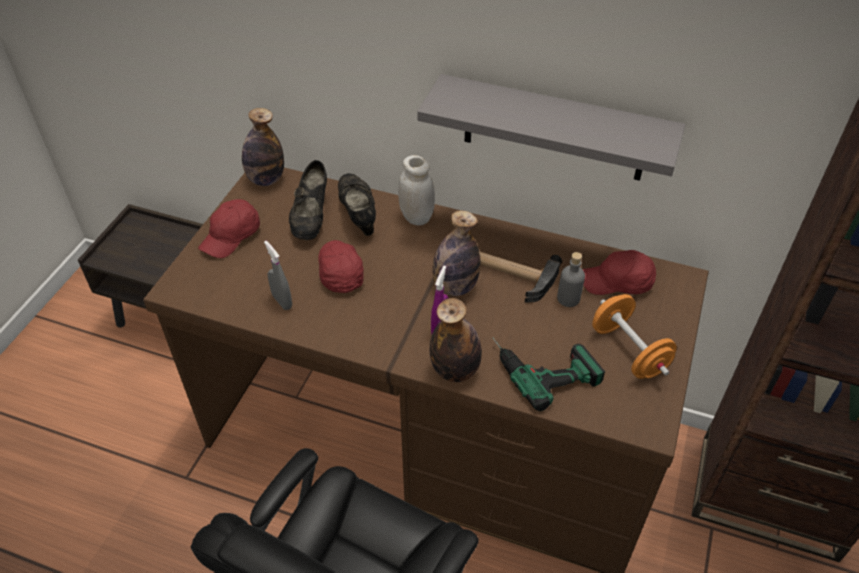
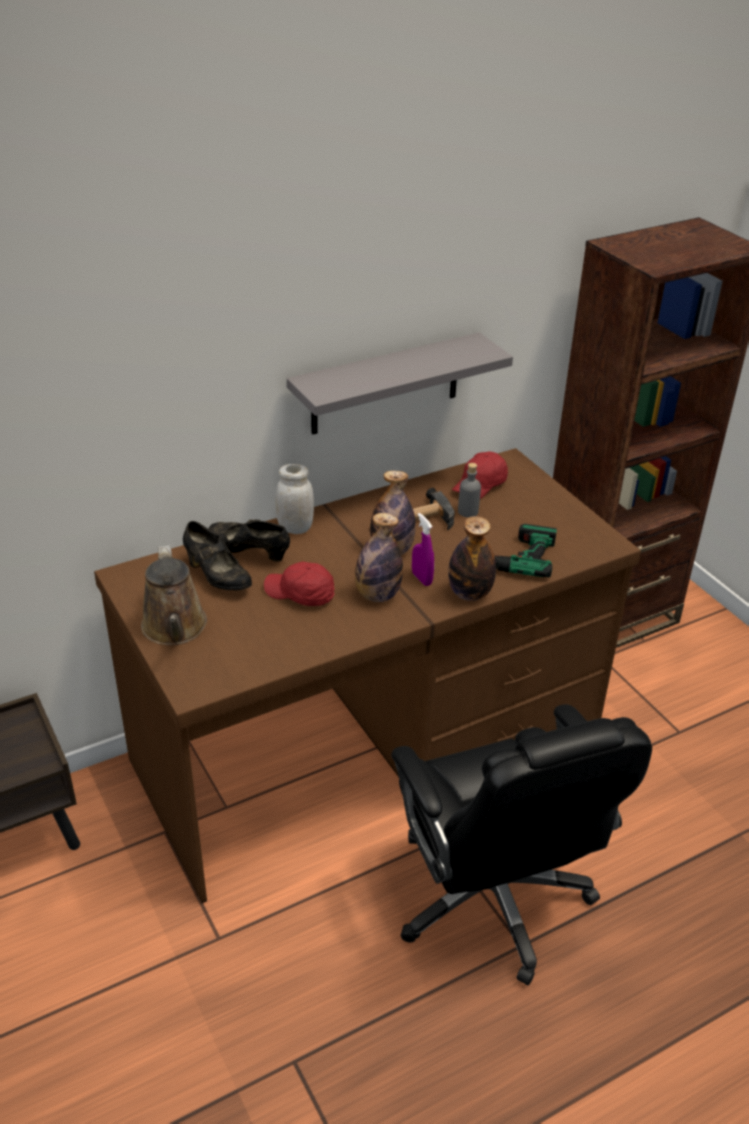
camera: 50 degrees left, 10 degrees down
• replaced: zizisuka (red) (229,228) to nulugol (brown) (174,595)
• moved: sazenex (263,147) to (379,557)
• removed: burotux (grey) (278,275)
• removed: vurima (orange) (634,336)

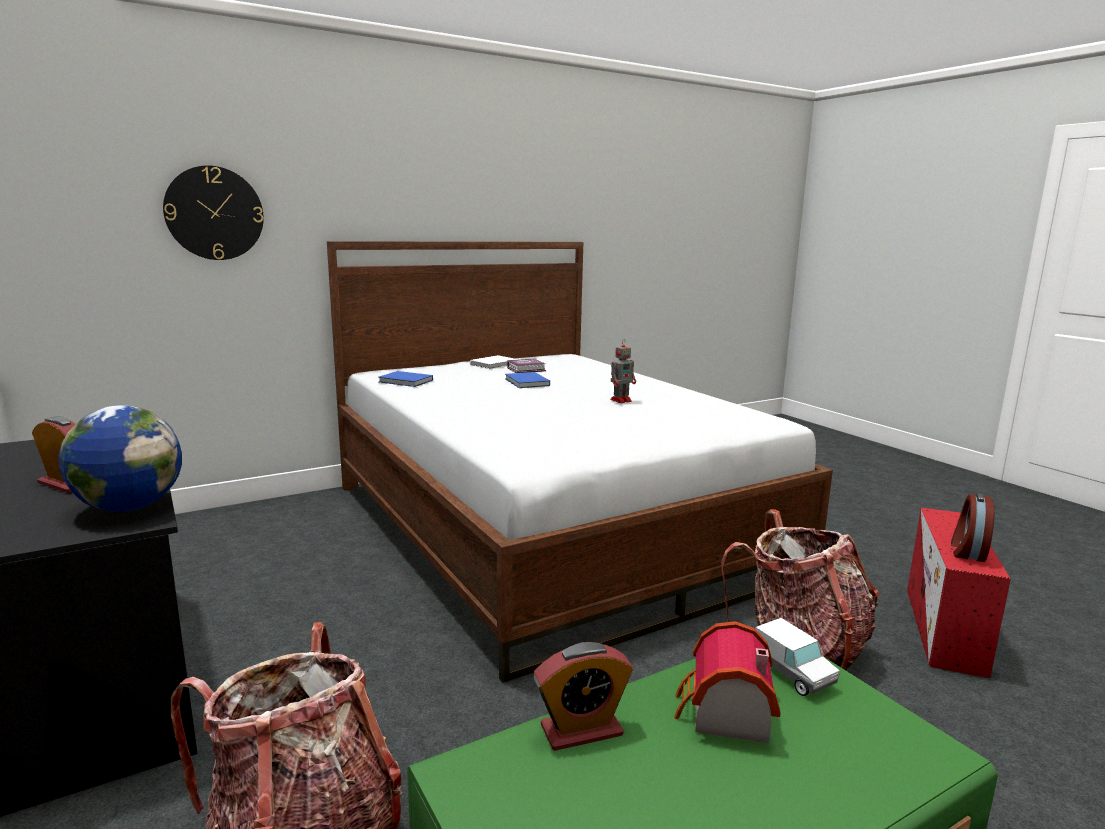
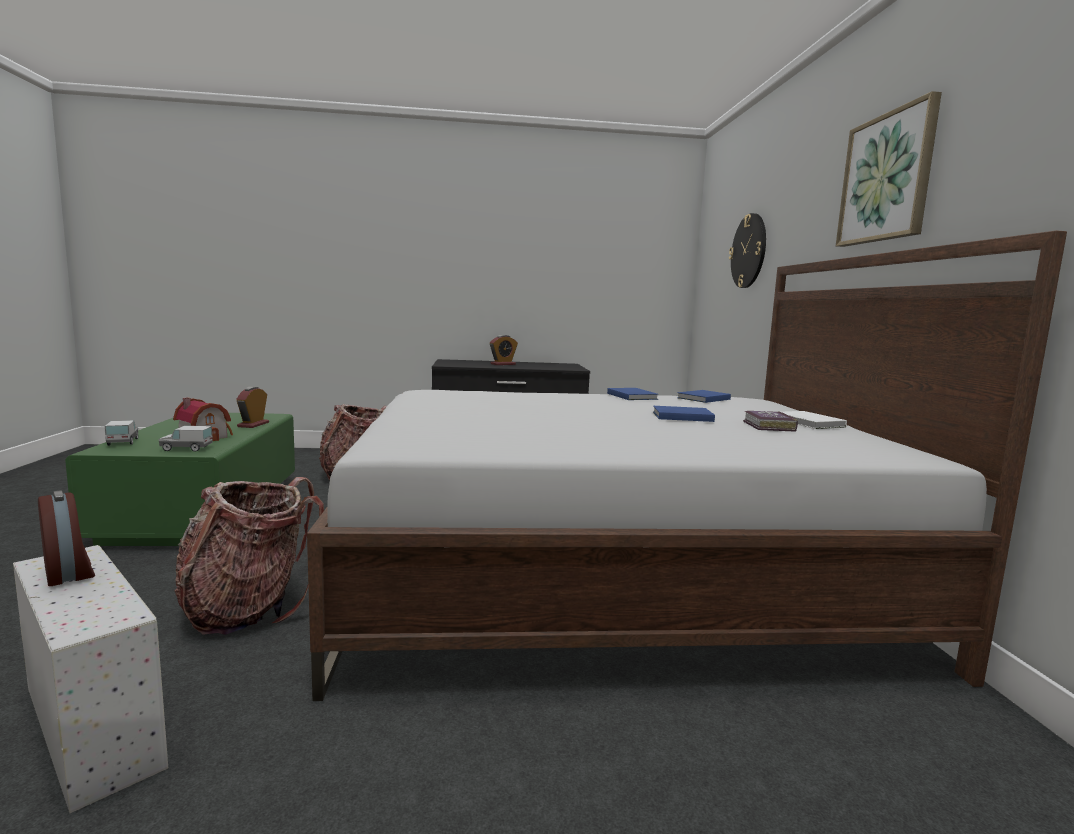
camera: 115 degrees right, 5 degrees down
• removed: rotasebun (120,458)
• removed: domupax (623,371)
• recoloured: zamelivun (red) (959,593) to zamelivun (white) (90,679)
• added: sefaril (121,433)
• added: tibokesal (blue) (633,394)
• added: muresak (889,169)

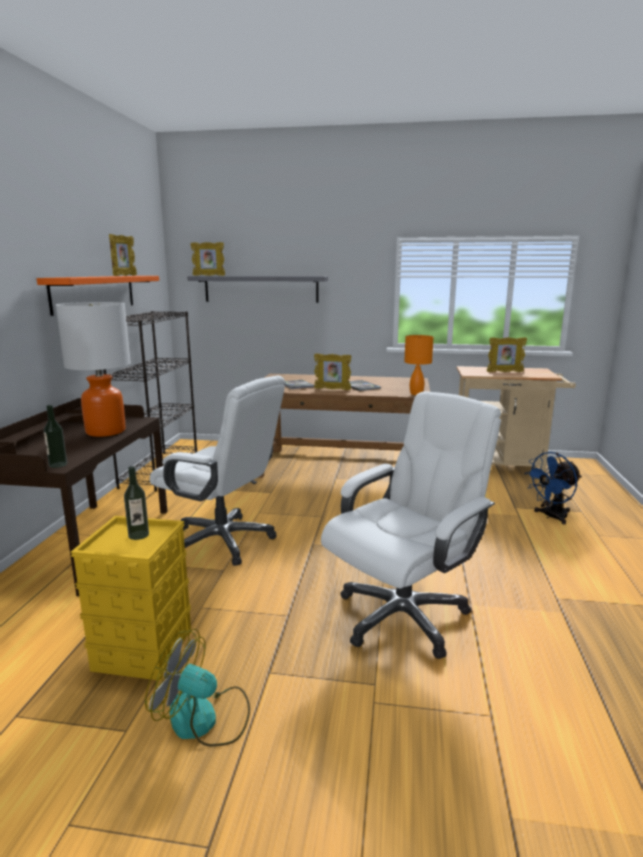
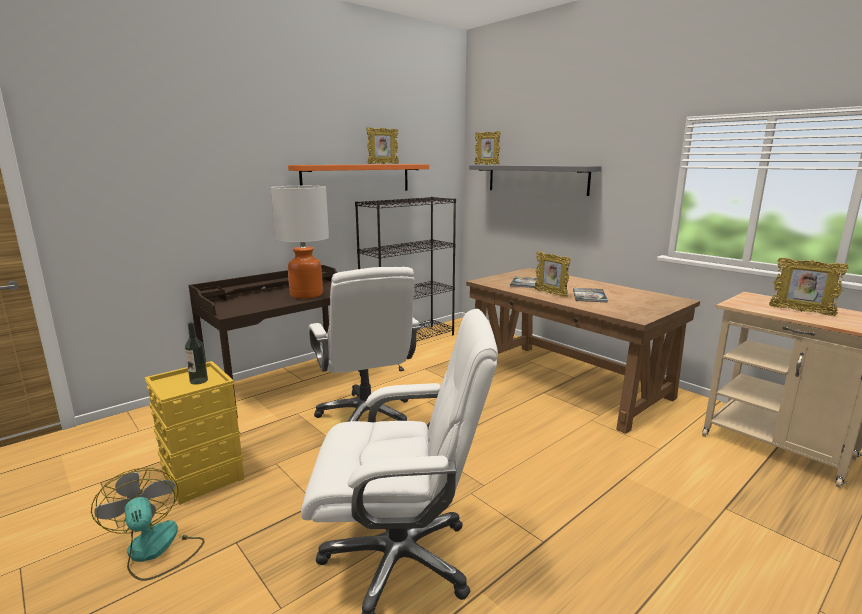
camera: 40 degrees right, 0 degrees up
• removed: sazenex (55,436)
• removed: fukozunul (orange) (419,365)
• removed: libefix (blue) (552,488)

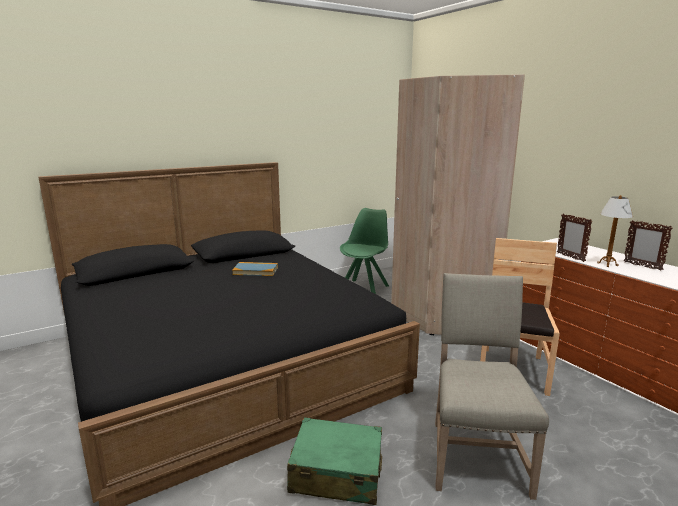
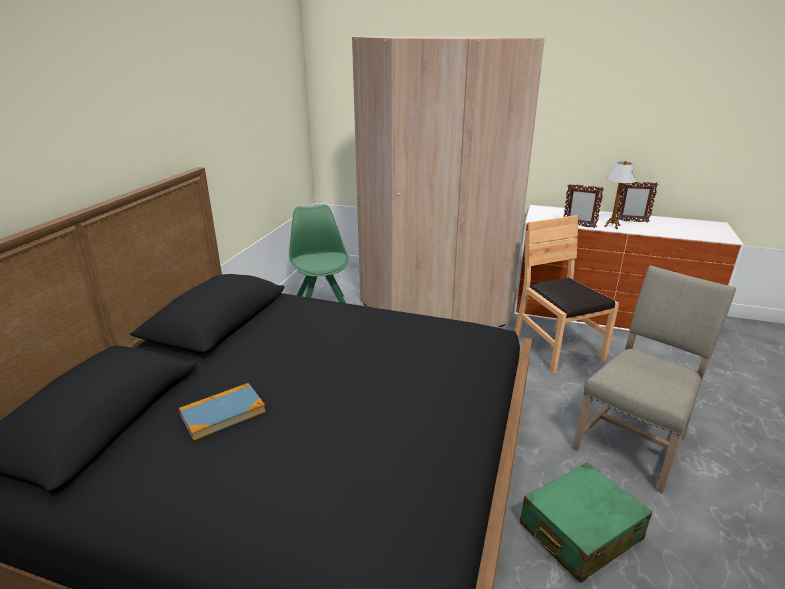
camera: 40 degrees left, 10 degrees up
• moved: tibokesal (255,269) to (222,411)
• turned: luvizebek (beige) (492,386) = (654,379) 75 degrees clockwise

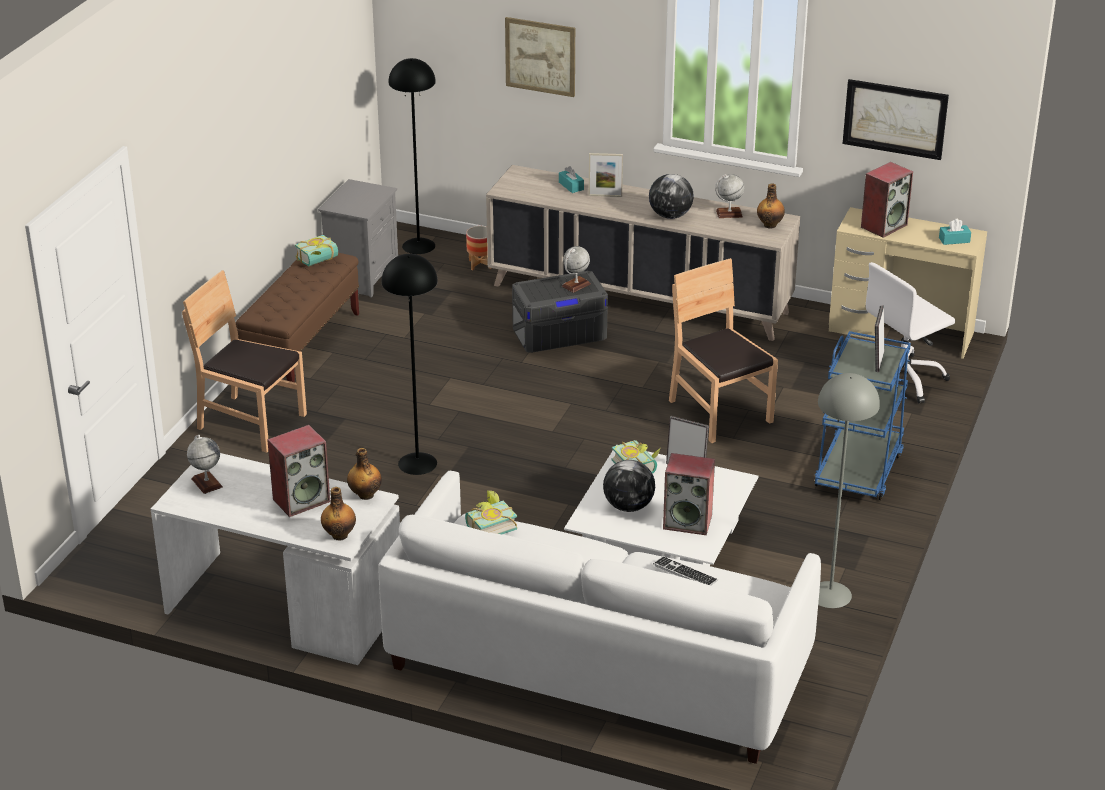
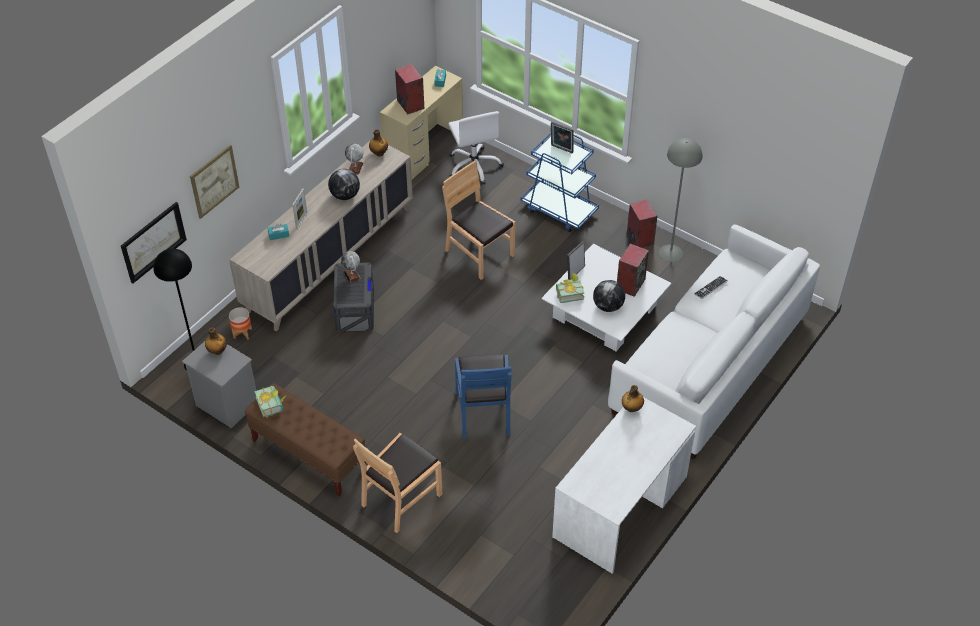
camera: 75 degrees left, 15 degrees up
• removed: rotasebun (205,464)
• moved: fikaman (298,471) to (642,223)
• moved: sazenex (338,514) to (216,341)
• replaced: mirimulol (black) (410,364) to luvizebek (blue) (483,396)
• removed: tibokesal (491,512)
• turned: luvizebek (brown) (723,350) = (479,220) 60 degrees clockwise
• moved: muresak (896,119) to (154,242)

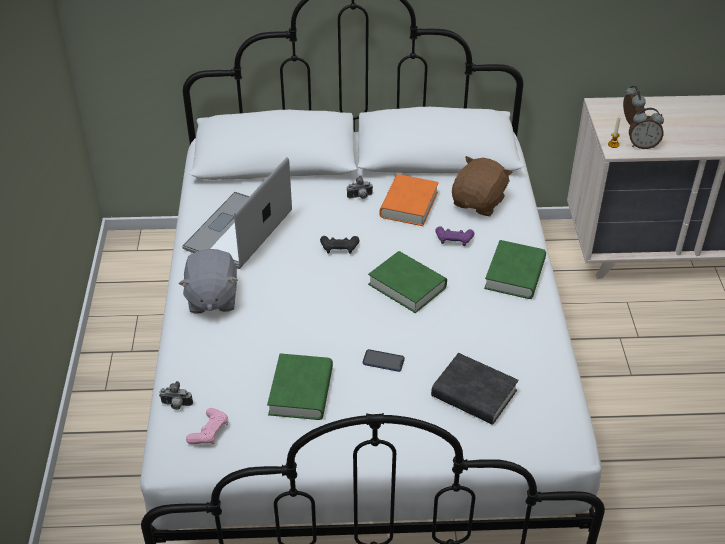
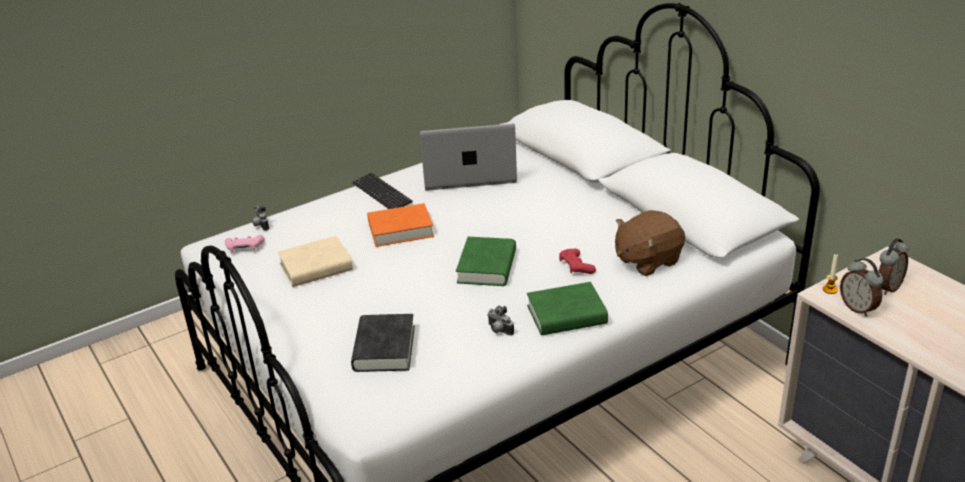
camera: 60 degrees right, 10 degrees down
• replaced: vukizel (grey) (208,281) to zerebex (382,191)
• recoloured: tibokesal (green) (300,386) to tibokesal (beige) (315,261)
• removed: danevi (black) (339,245)
• moved: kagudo (360,187) to (500,321)
• removed: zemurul (383,360)
• moved: tibokesal (orange) (409,200) to (400,225)
• recoloured: danevi (purple) (454,236) to danevi (red) (577,261)
• turned: vukizel (brown) (482,186) = (650,243) 150 degrees clockwise

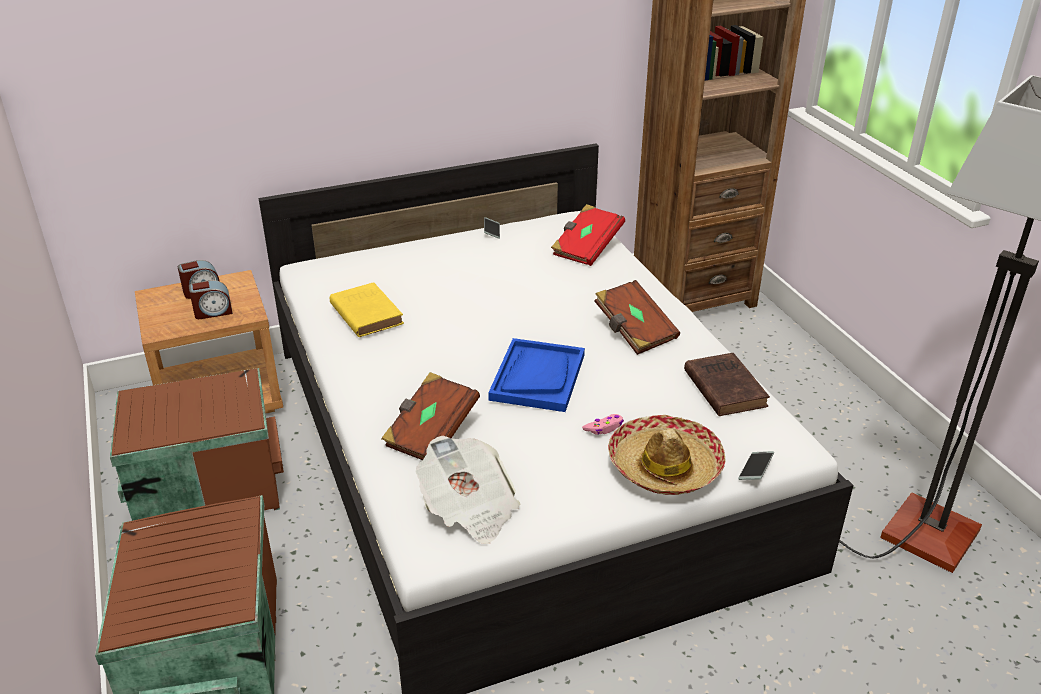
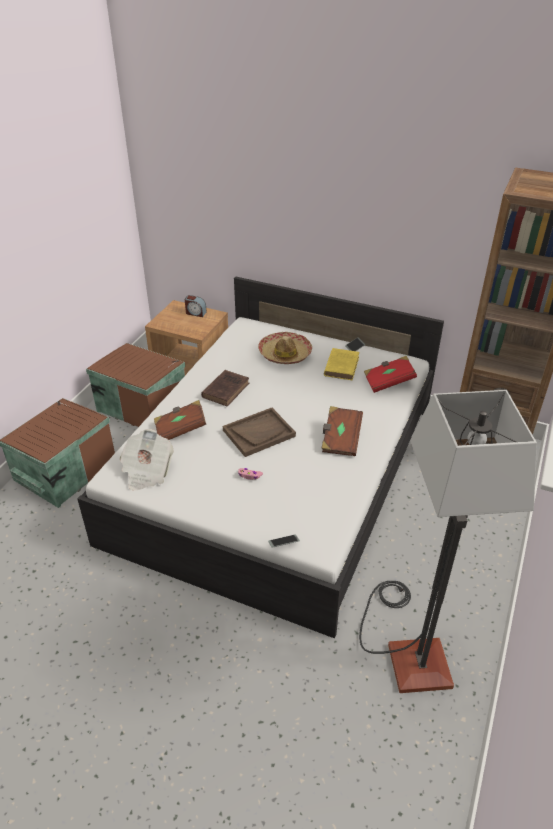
camera: 45 degrees right, 5 degrees up
• removed: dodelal (211,299)
• moved: tibokesal (yellow) (367,309) to (341,364)
• recoloured: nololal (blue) (536,375) to nololal (brown) (259,432)
• moved: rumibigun (667,455) to (285,348)
• moved: tibokesal (brown) (727,384) to (225,388)

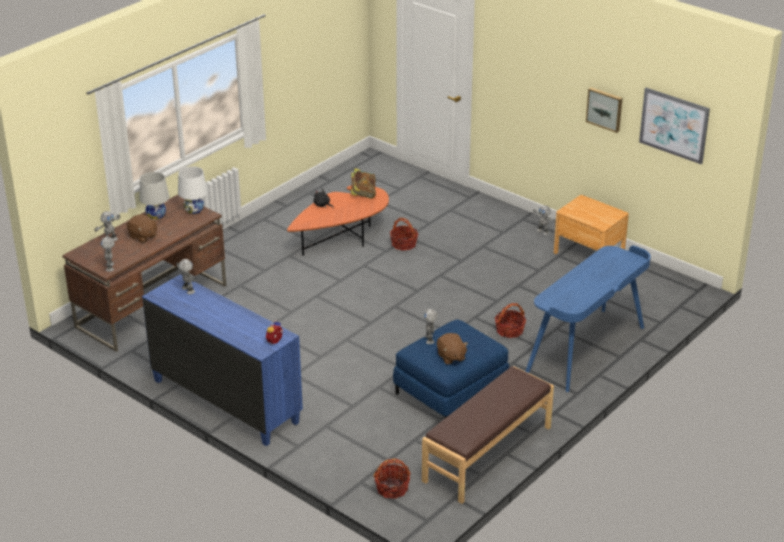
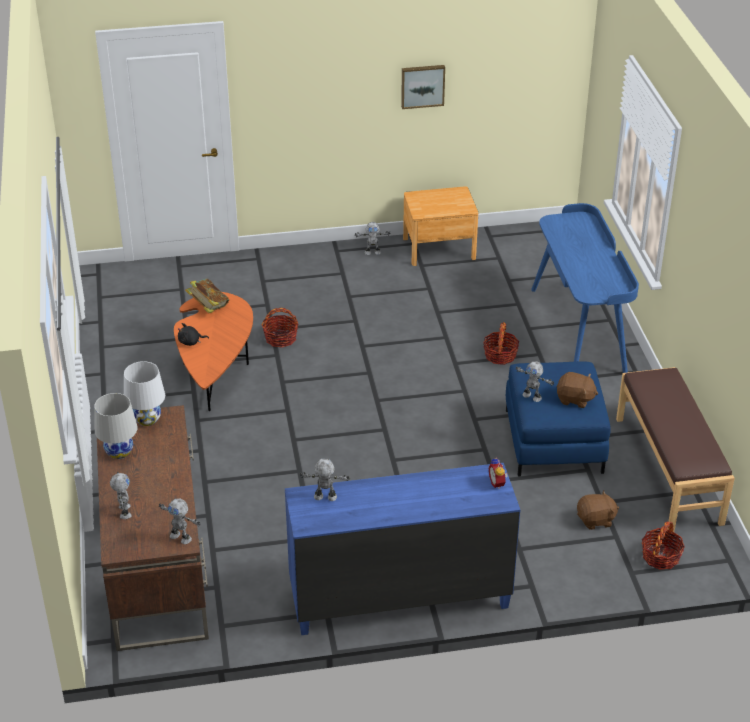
camera: 50 degrees left, 5 degrees up
• moved: vukizel (brown) (142,228) to (598,510)
• removed: muresak (674,126)

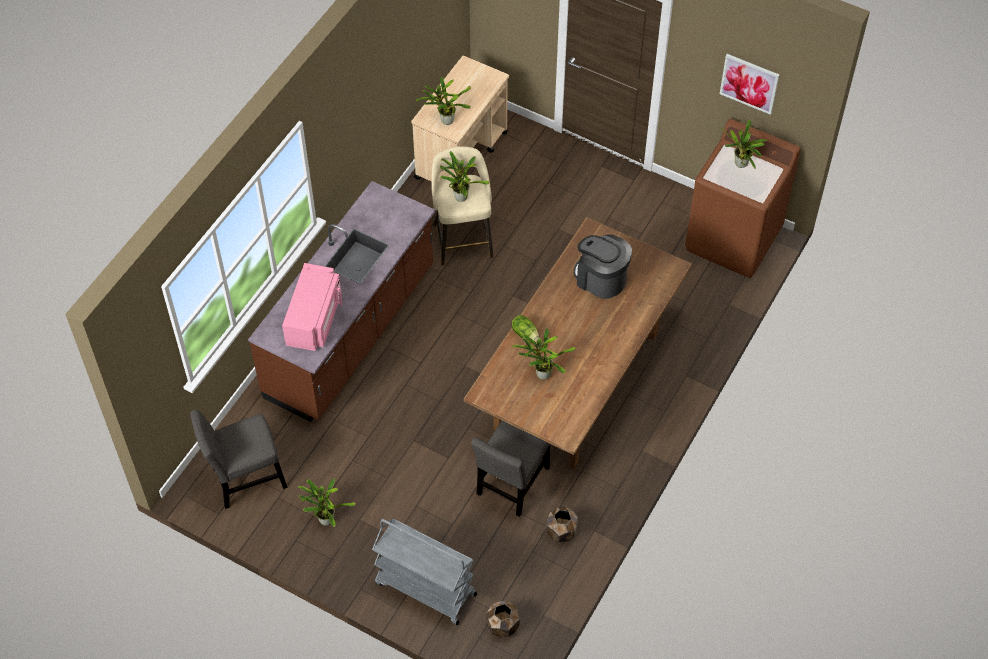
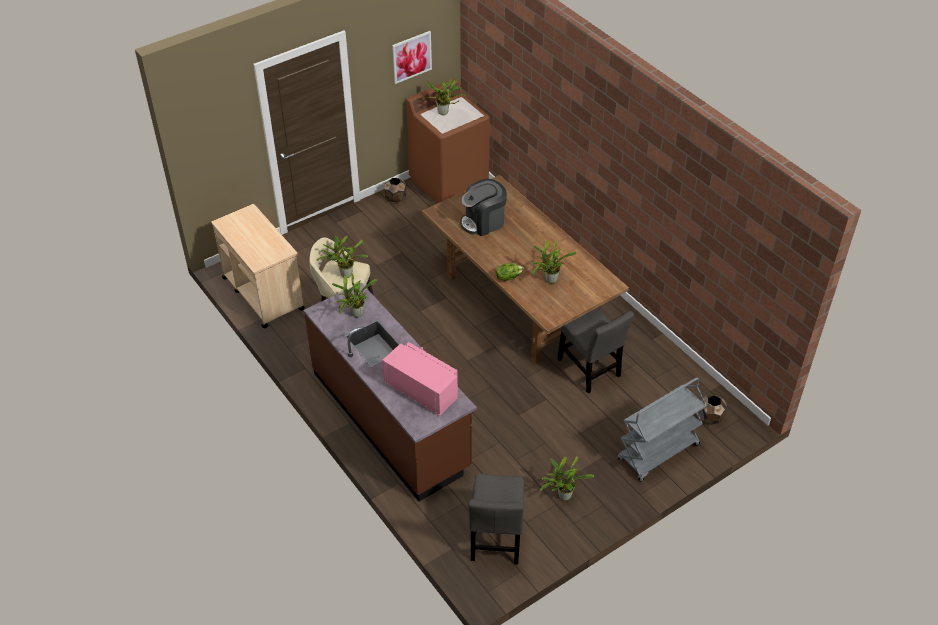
camera: 65 degrees left, 10 degrees down
• moved: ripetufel (443,101) to (354,295)
• moved: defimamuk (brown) (562,524) to (395,190)

